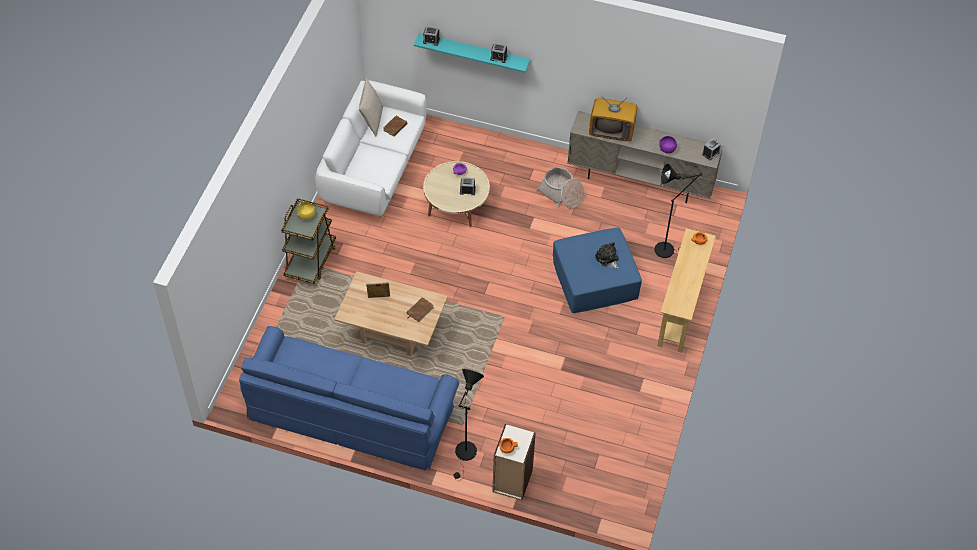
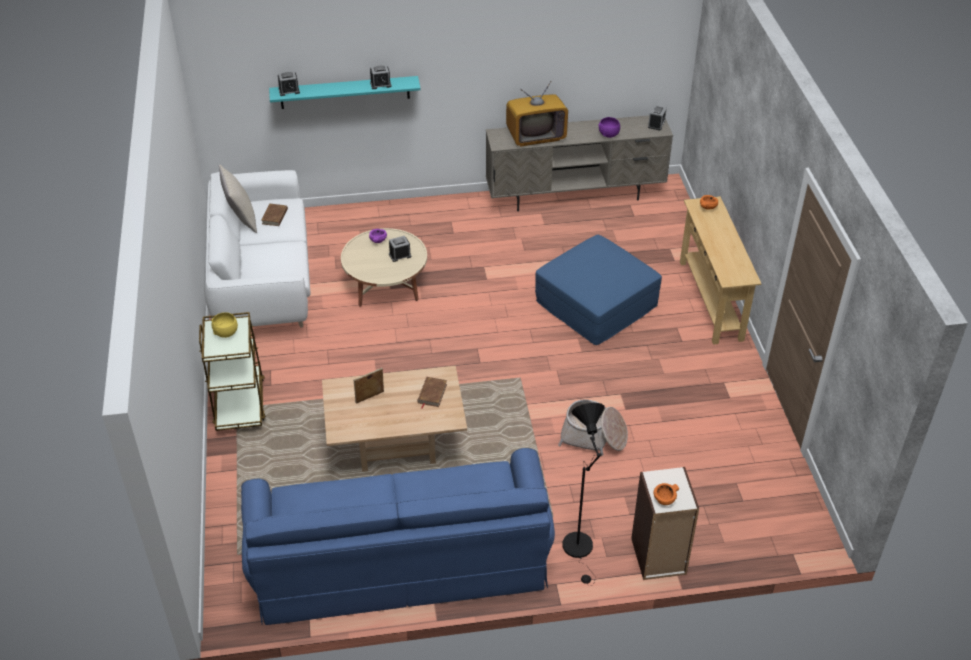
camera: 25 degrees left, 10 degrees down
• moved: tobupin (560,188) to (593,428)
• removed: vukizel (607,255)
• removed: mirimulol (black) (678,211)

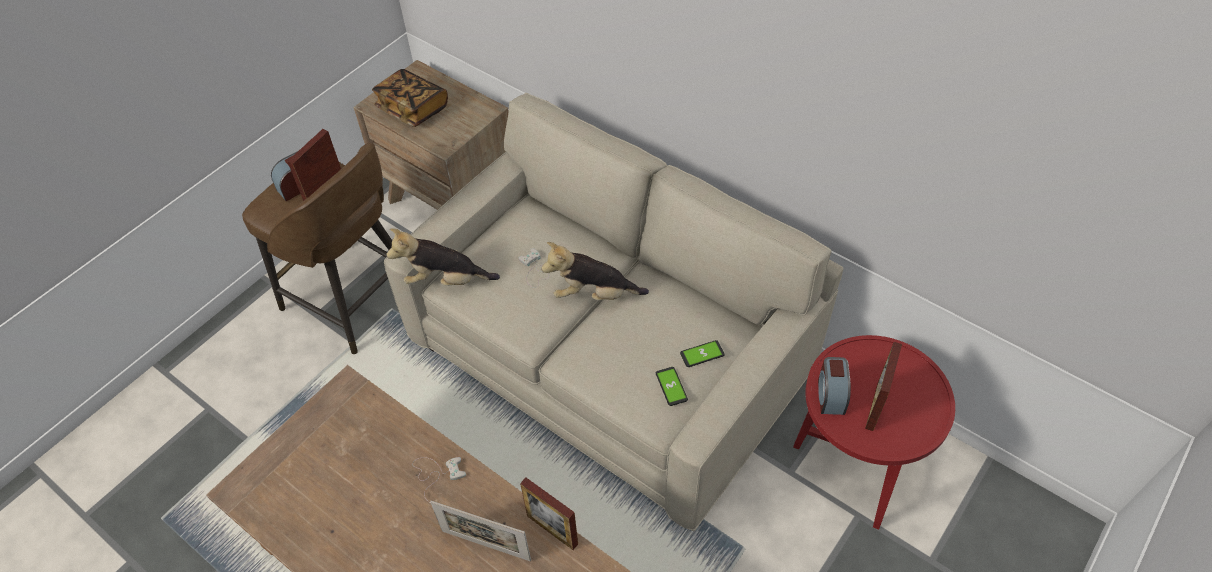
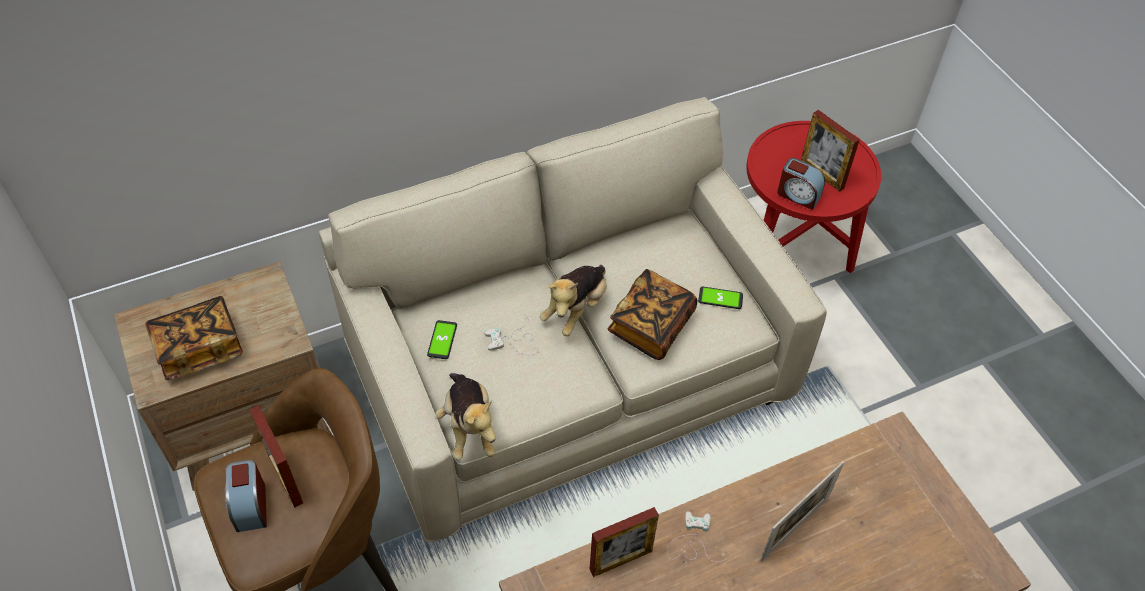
camera: 65 degrees left, 0 degrees up
• turned: vukizel (443,257) = (465,416) 45 degrees counterclockwise
• moved: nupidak (549,513) to (624,542)
• moved: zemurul (702,353) to (442,339)
• added: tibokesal (652,314)

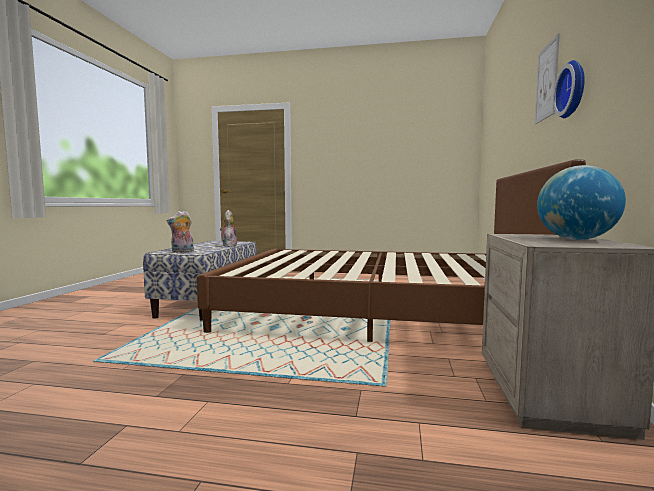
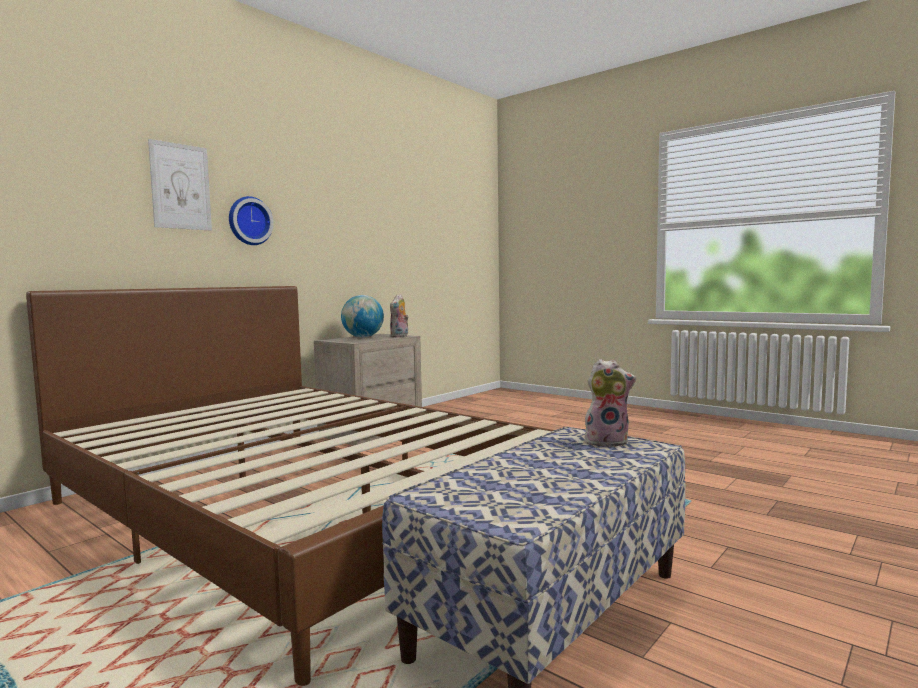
camera: 150 degrees left, 0 degrees up
• moved: vukizel (228,228) to (399,315)

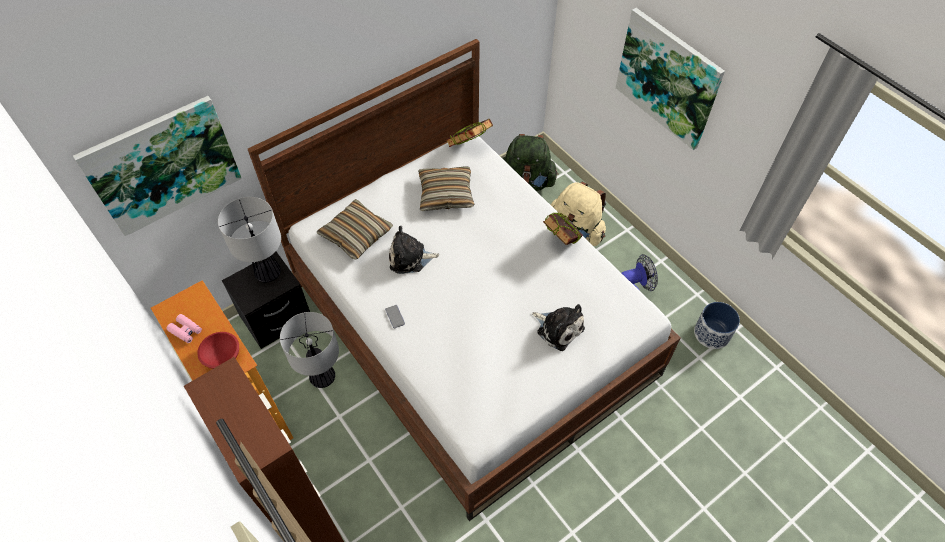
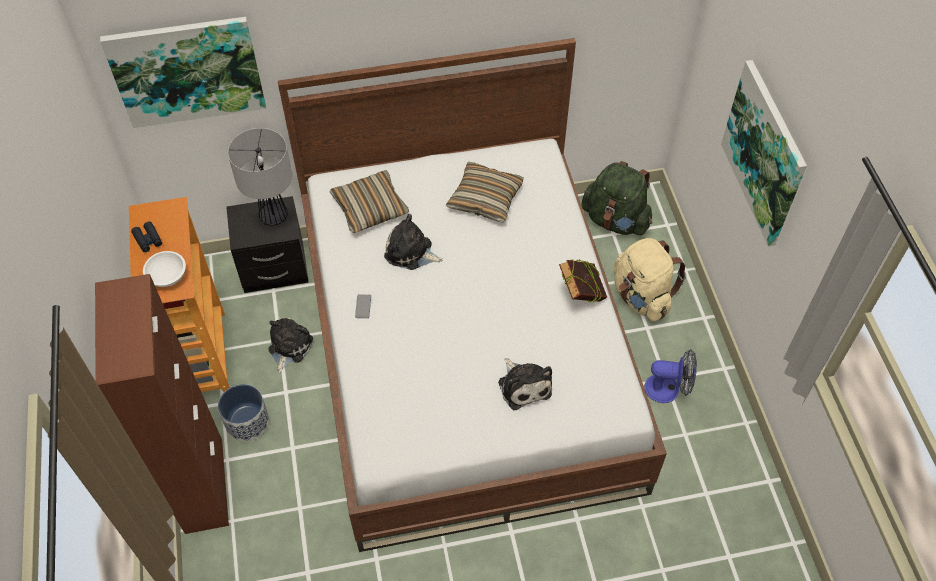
camera: 25 degrees right, 0 degrees up
• recoloured: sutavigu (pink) (184,328) to sutavigu (black) (146,236)
• recoloured: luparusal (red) (218,350) to luparusal (white) (164,269)
• replaced: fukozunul (309,350) to vukizel (290,345)
• removed: tibokesal (469,133)
• moved: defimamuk (717,325) to (243,412)

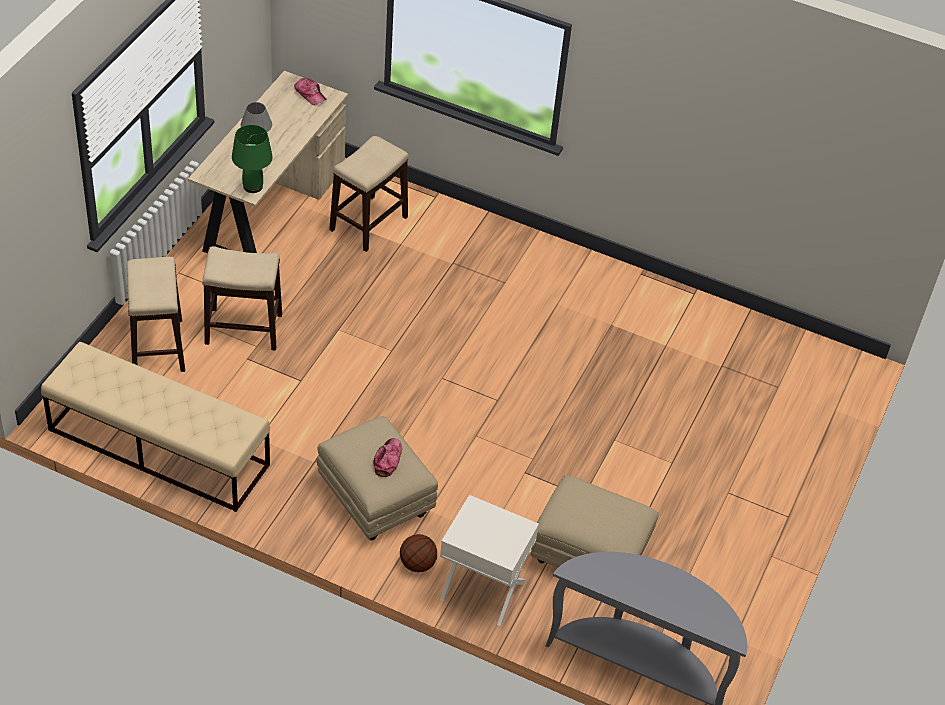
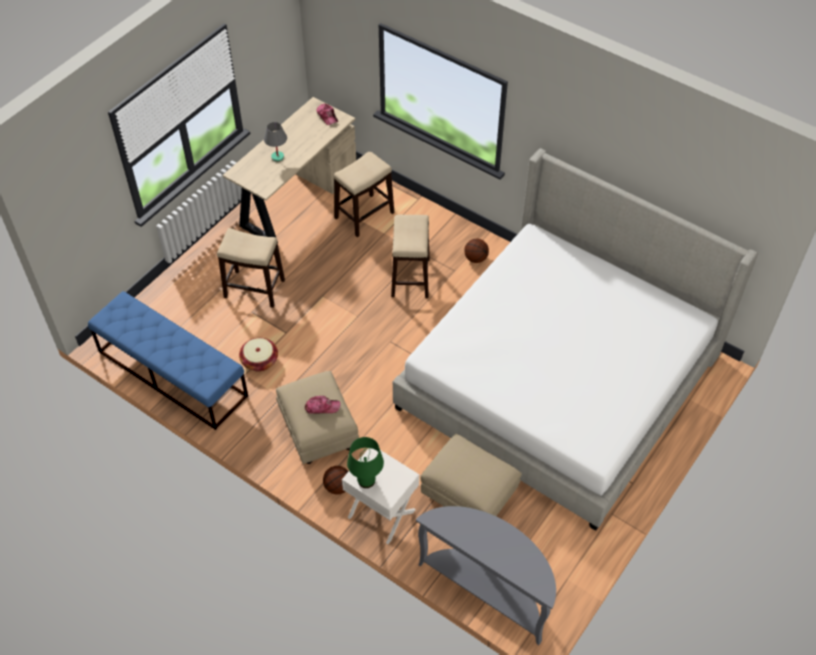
camera: 15 degrees right, 5 degrees up
• recoloured: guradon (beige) (155,427) to guradon (blue) (168,360)
• moved: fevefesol (156,314) to (410,256)
• moved: fukozunul (green) (252,159) to (365,462)
• turned: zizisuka (388,457) = (323,405) 60 degrees clockwise
• added: tobupin (258,354)
• added: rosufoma (575,339)
• added: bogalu (476,251)

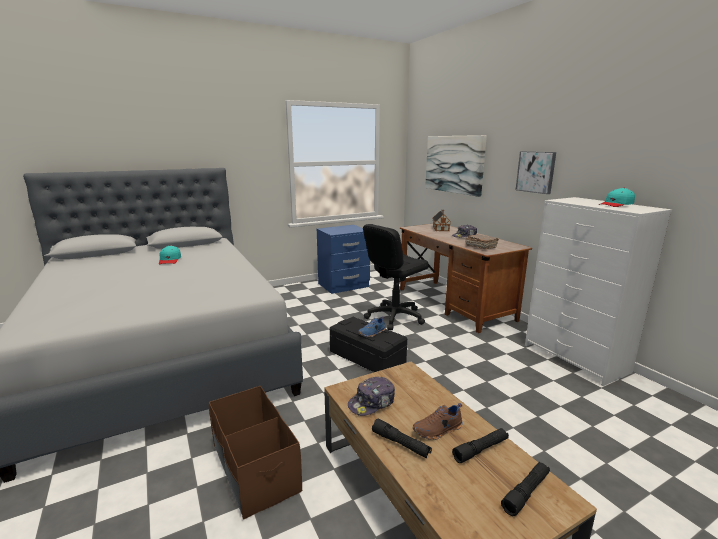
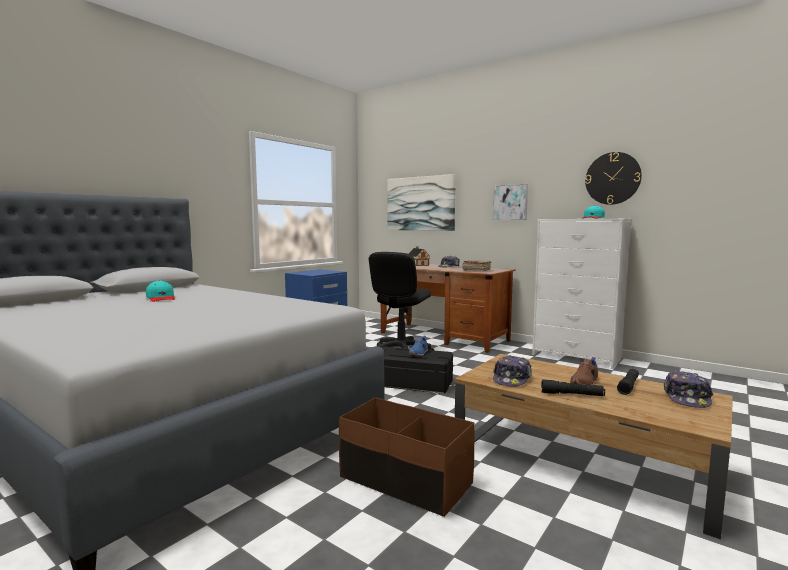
camera: 25 degrees left, 10 degrees down
• replaced: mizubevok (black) (525,489) to zizisuka (688,389)
• added: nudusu (613,178)

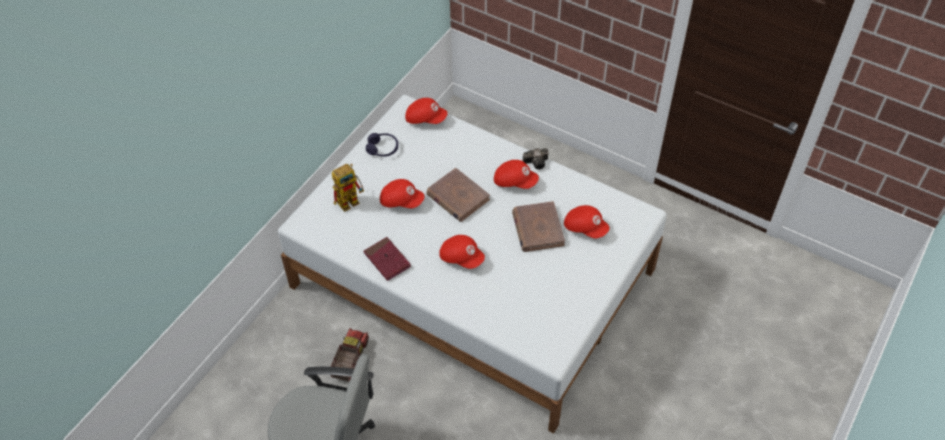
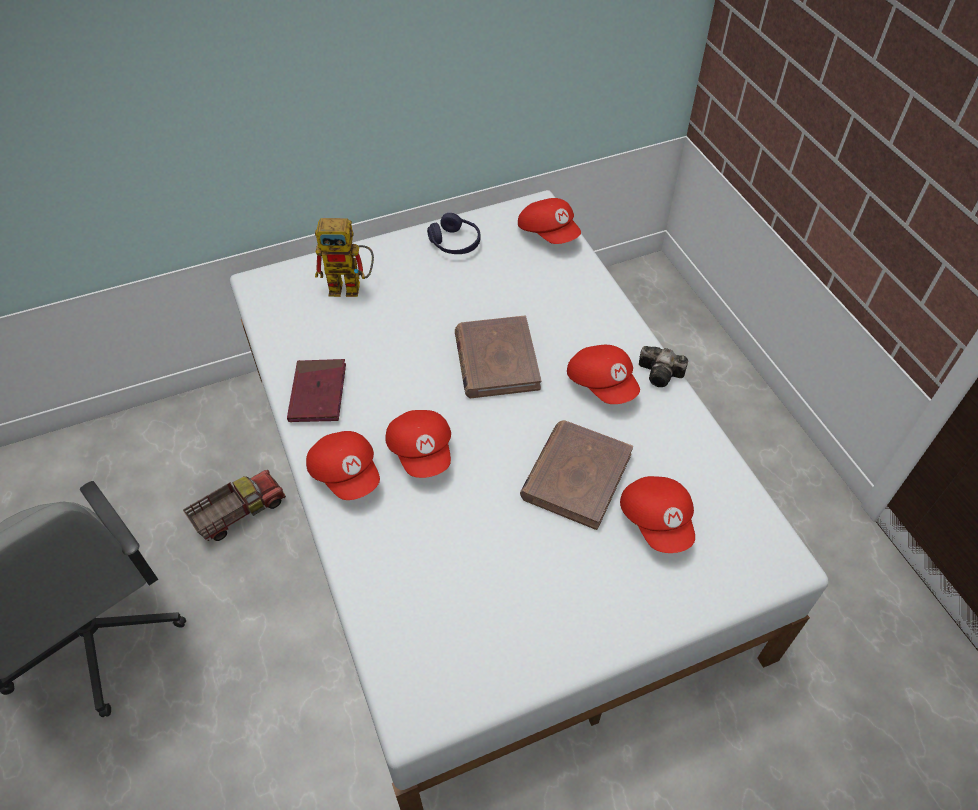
camera: 35 degrees right, 0 degrees up
• moved: zizisuka (red) (402,193) to (343,465)

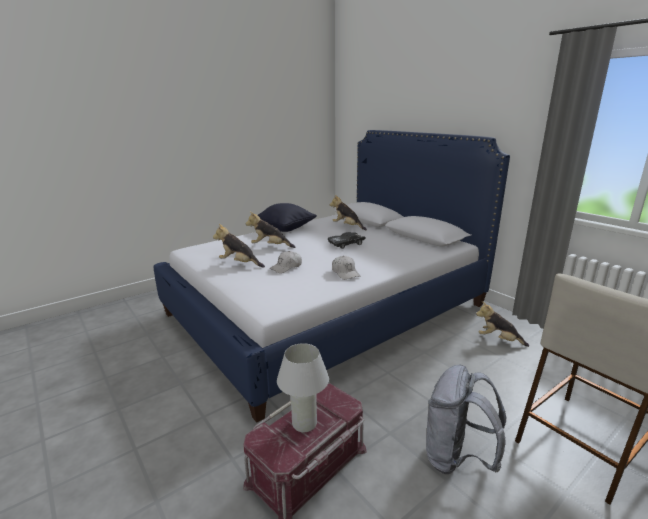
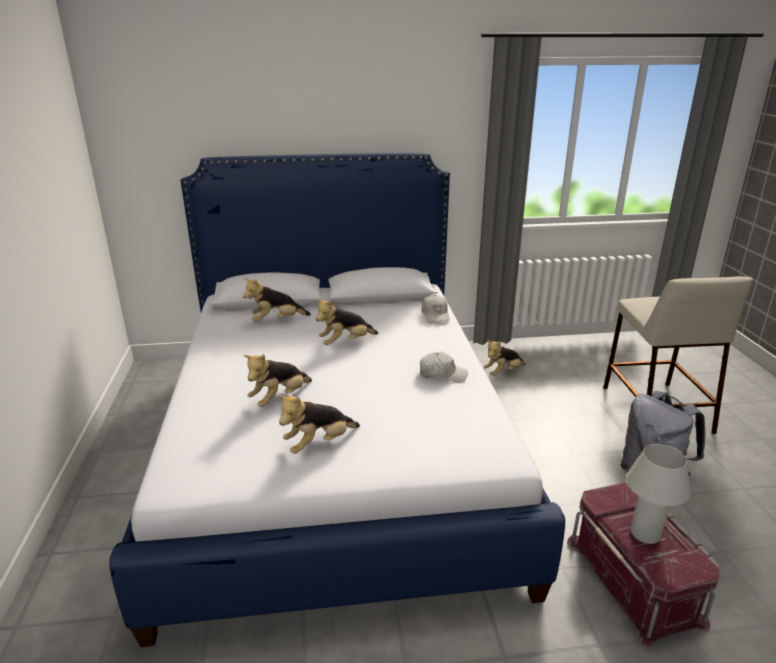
camera: 60 degrees left, 5 degrees up
• removed: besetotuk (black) (287,217)
• moved: zizisuka (white) (286,262) to (436,309)
• replaced: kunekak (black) (347,240) to vukizel (346,322)

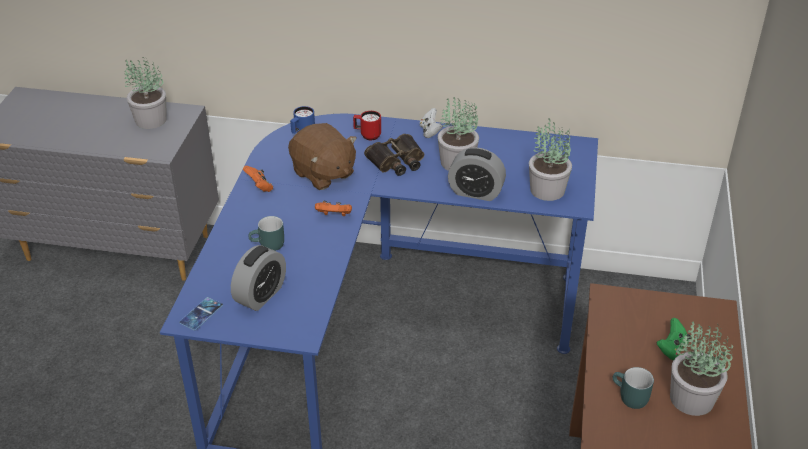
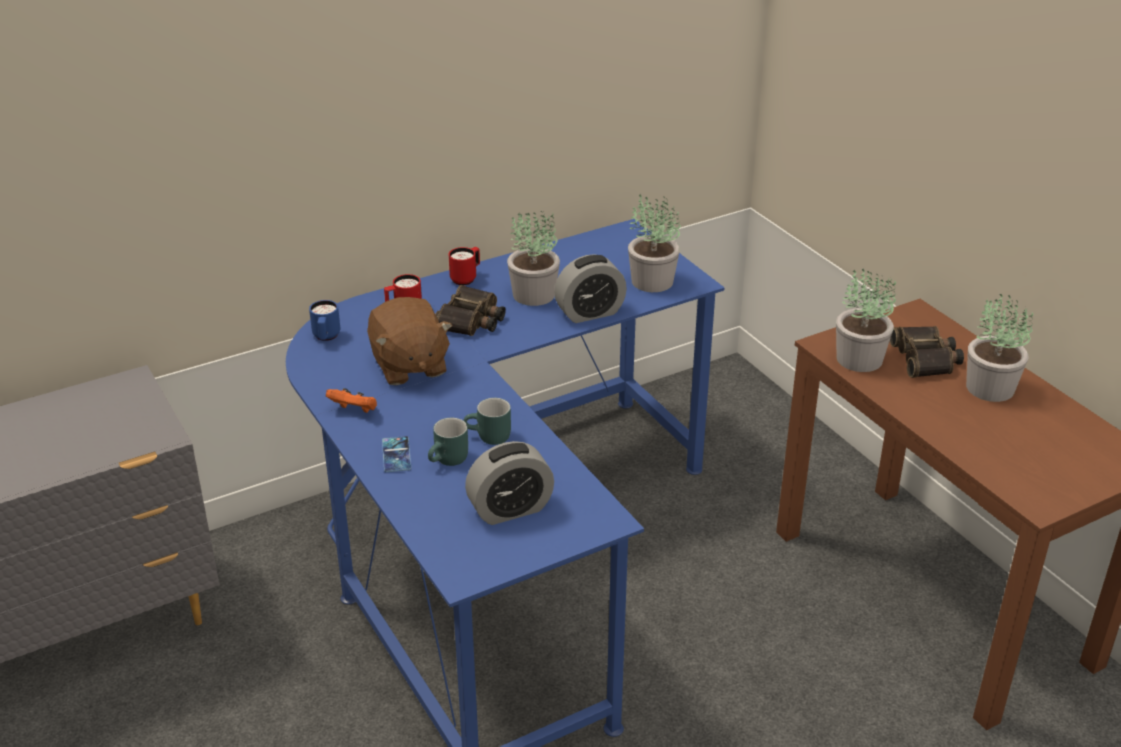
camera: 40 degrees left, 5 degrees down
• moved: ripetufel (145,93) to (866,320)
• moved: zemurul (201,314) to (397,454)
• turned: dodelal (258,278) = (509,483) 75 degrees clockwise
• turned: vukizel (brown) (322,156) = (409,341) 60 degrees clockwise
• removed: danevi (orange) (333,208)
• replaced: danevi (white) (431,123) to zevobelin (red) (464,266)
• moved: zevobelin (turquoise) (633,388) to (487,421)
• replaced: danevi (green) (673,339) to sutavigu (927,352)

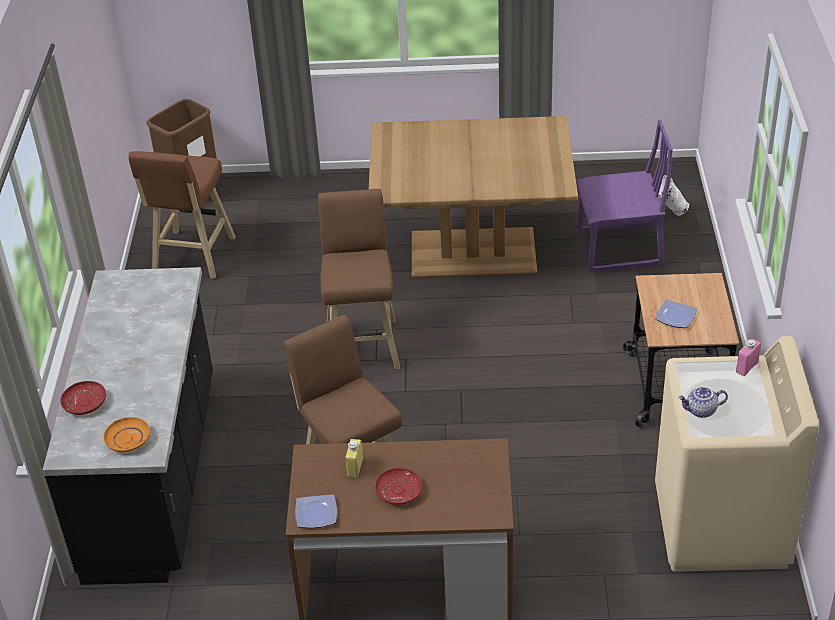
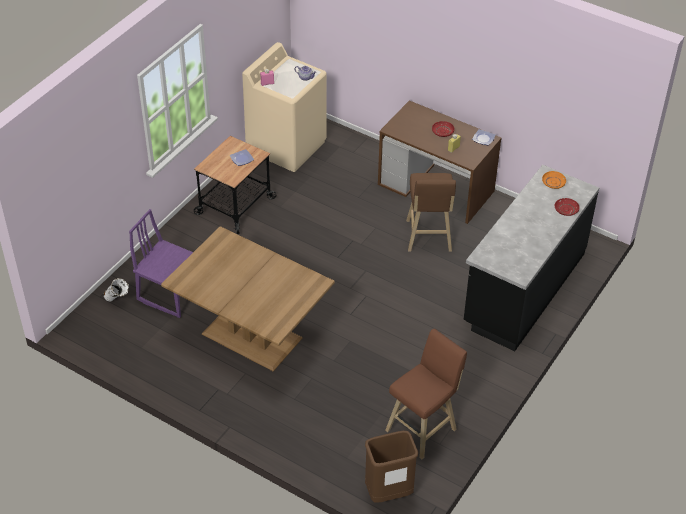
camera: 150 degrees left, 5 degrees up
• removed: fevefesol (brown) (359,279)

